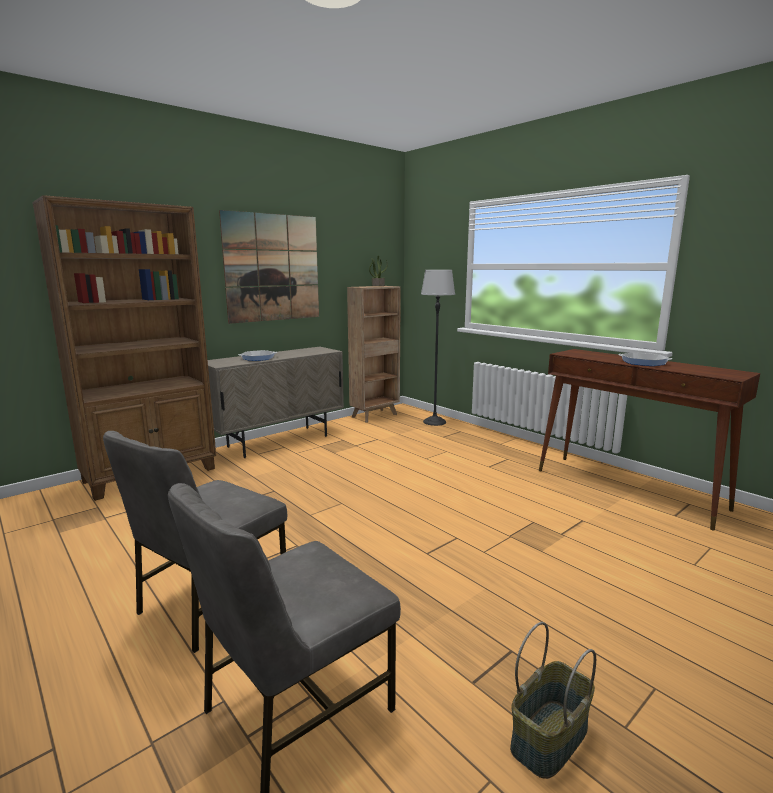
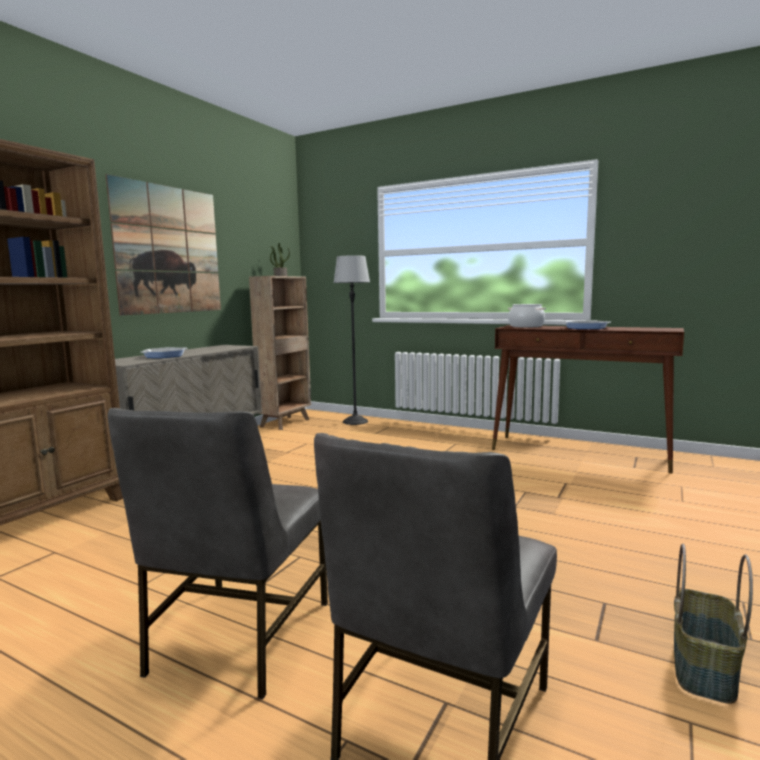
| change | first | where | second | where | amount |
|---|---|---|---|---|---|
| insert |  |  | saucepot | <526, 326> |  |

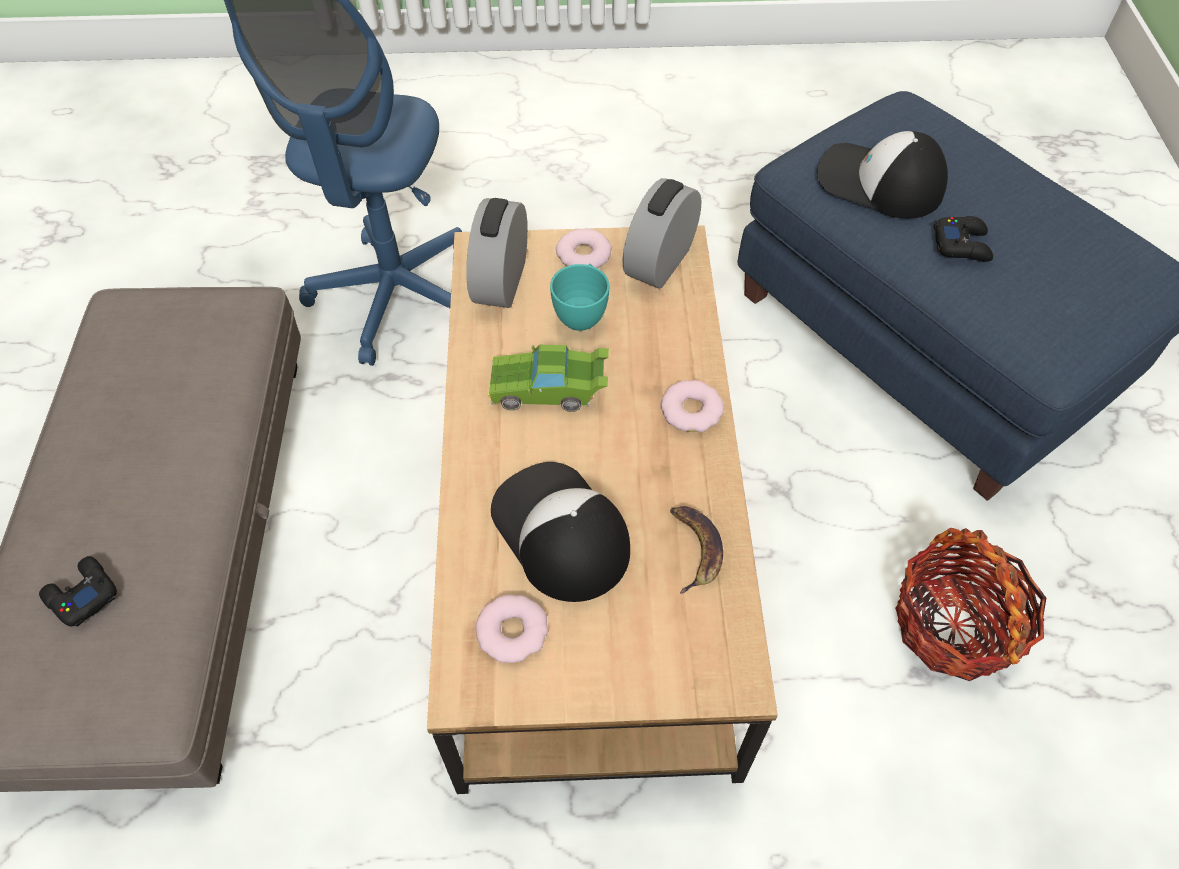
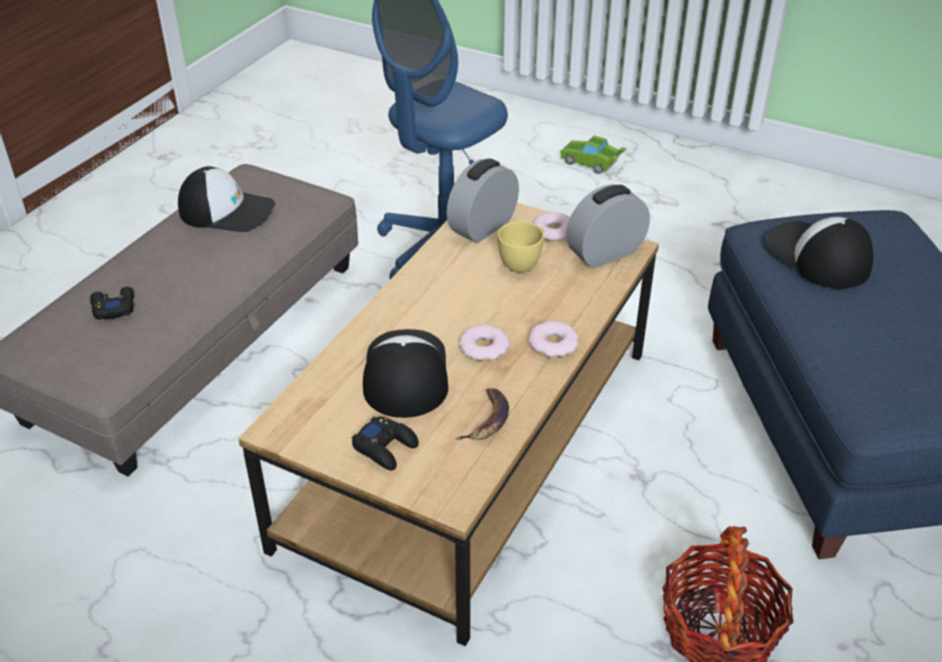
| change | first | where | second | where | amount |
|---|---|---|---|---|---|
| insert |  |  | baseball cap | <227, 211> |  |
| move | doughnut | <512, 631> |  | <484, 347> |  |
| move | miniature car/green | <549, 390> |  | <592, 164> |  |
| move | gamepad/black-coloured | <962, 244> |  | <386, 447> |  |
| recolor | drinking cup/turquoise | <582, 313> | drinking cup/yellowish | <523, 263> |  |

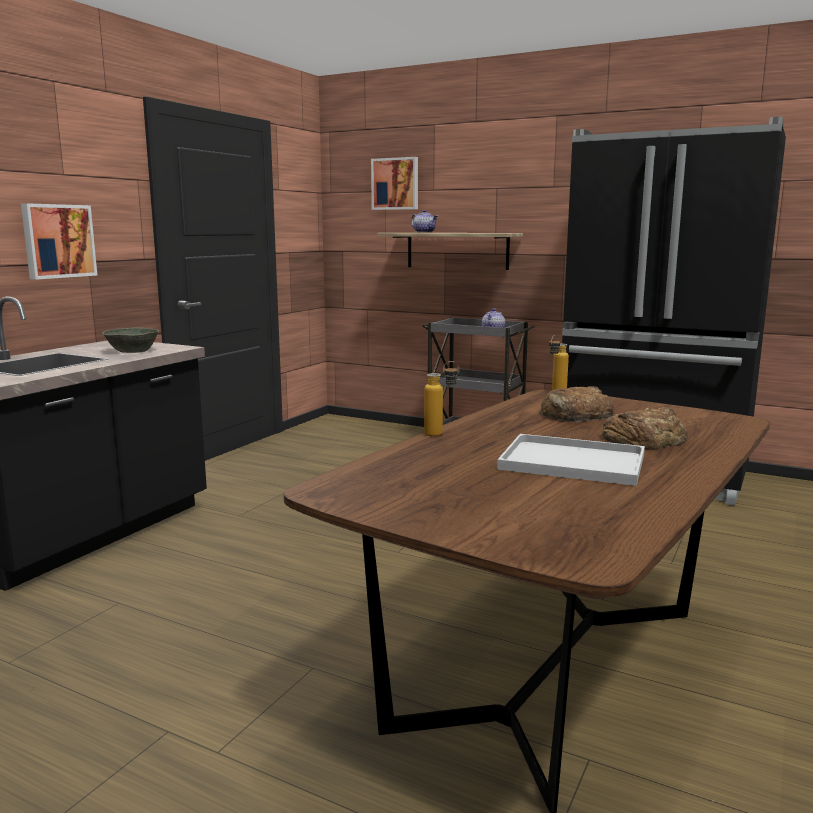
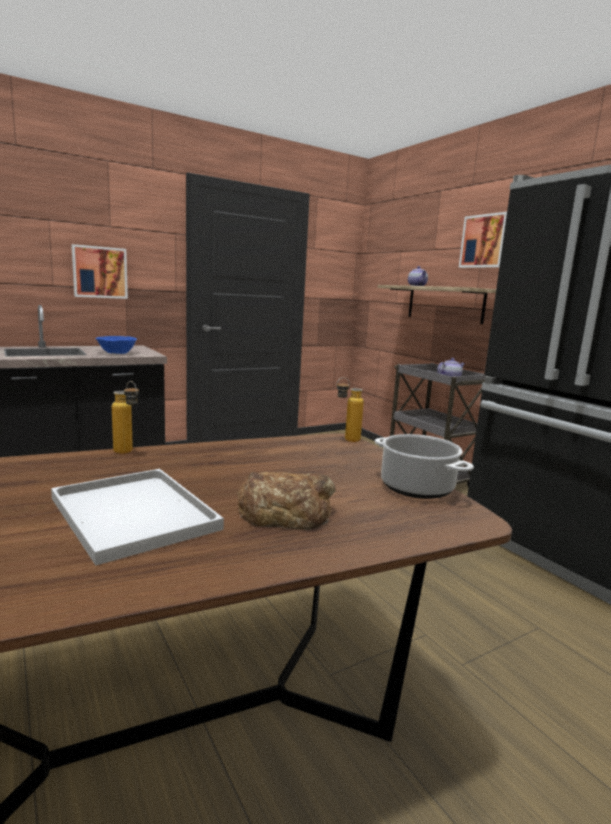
| change | first | where | second | where | amount |
|---|---|---|---|---|---|
| delete | bread | <575, 414> |  |  |  |
| insert |  |  | saucepot | <418, 488> |  |
| move | picture | <395, 184> |  | <485, 241> |  |
| recolor | deep dish/gray | <132, 351> | deep dish/blue-coloured | <116, 353> |  |

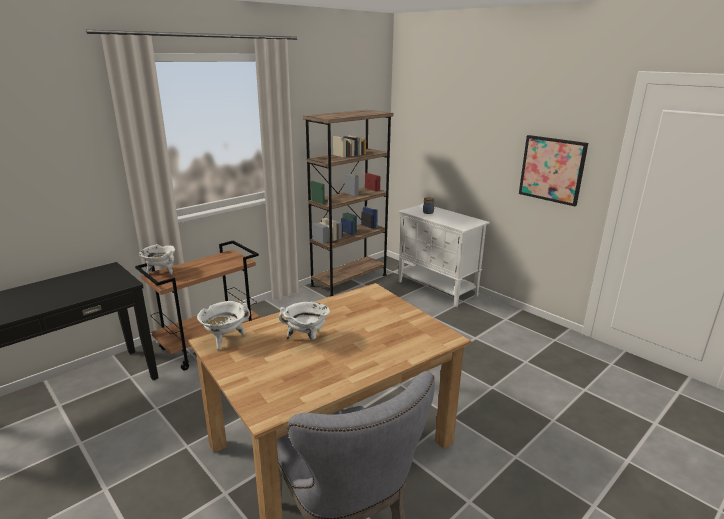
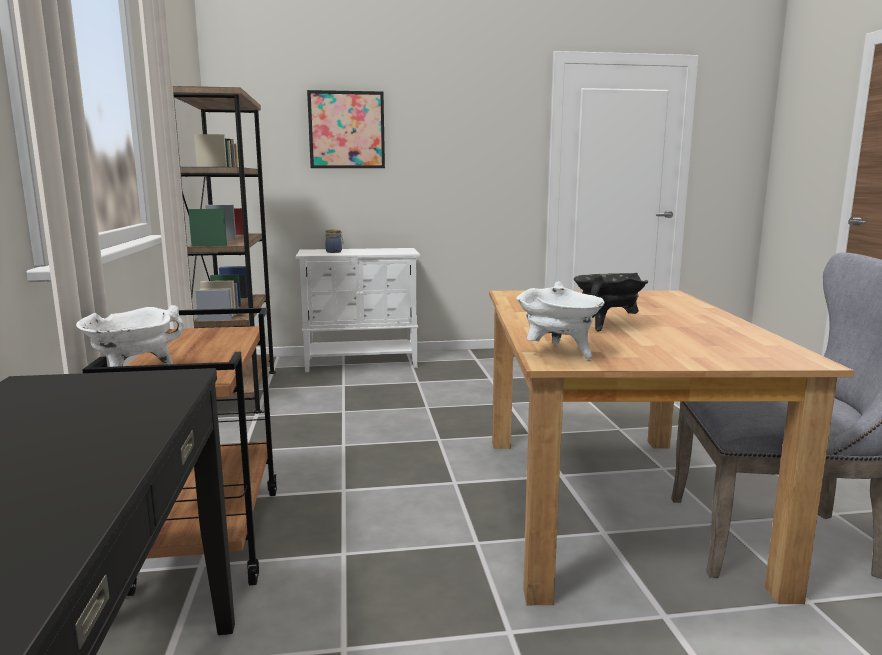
| change | first | where | second | where | amount |
|---|---|---|---|---|---|
| move | picture | <552, 169> |  | <346, 130> |  |
| recolor | saucepot/white-coloured | <306, 338> | saucepot/black-coloured | <606, 325> |  |

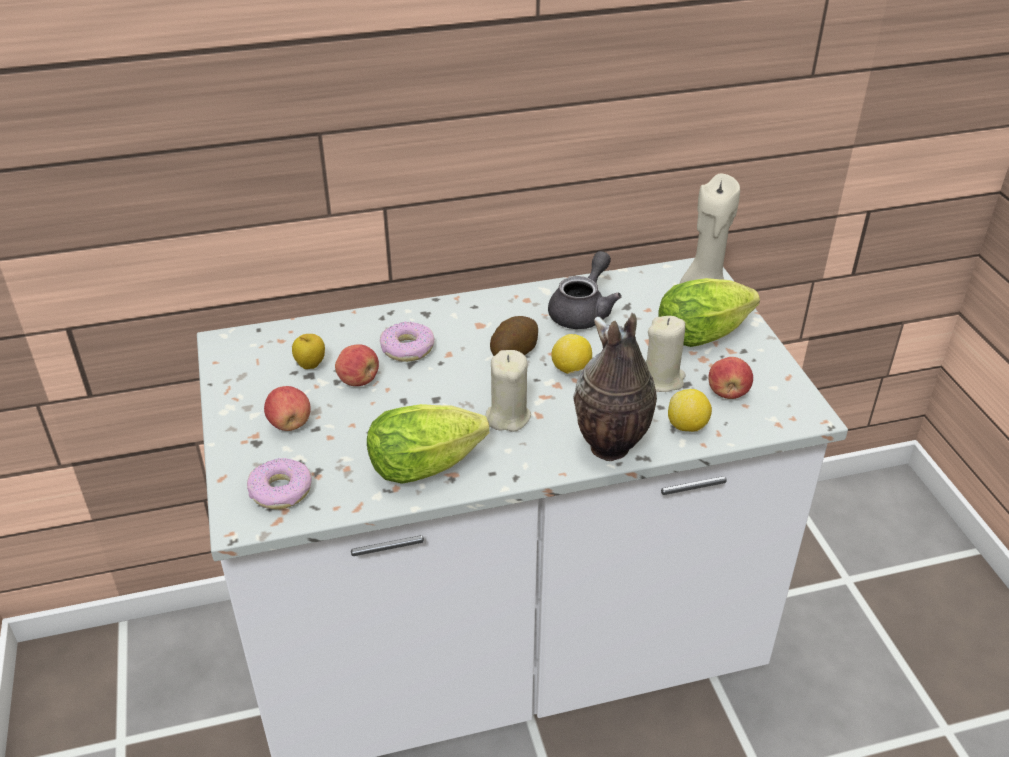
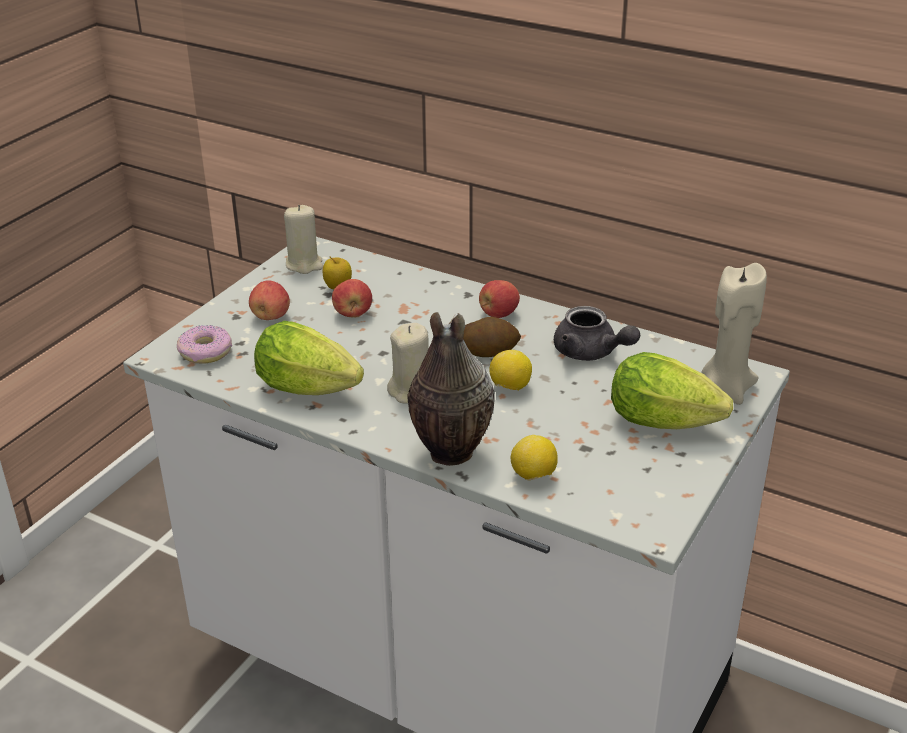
| change | first | where | second | where | amount |
|---|---|---|---|---|---|
| delete | doughnut | <407, 349> |  |  |  |
| move | candle/beige-coloured | <662, 379> |  | <304, 264> |  |
| move | apple fruit | <728, 393> |  | <498, 314> |  |
| rotate | pot for tea/gray | <583, 311> |  | <591, 353> | 60 degrees clockwise |

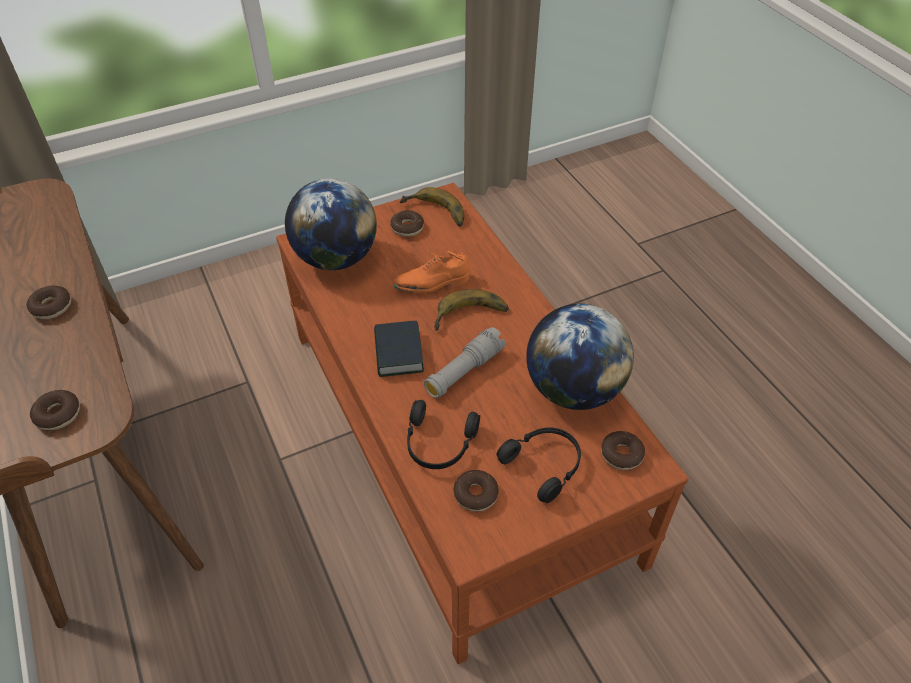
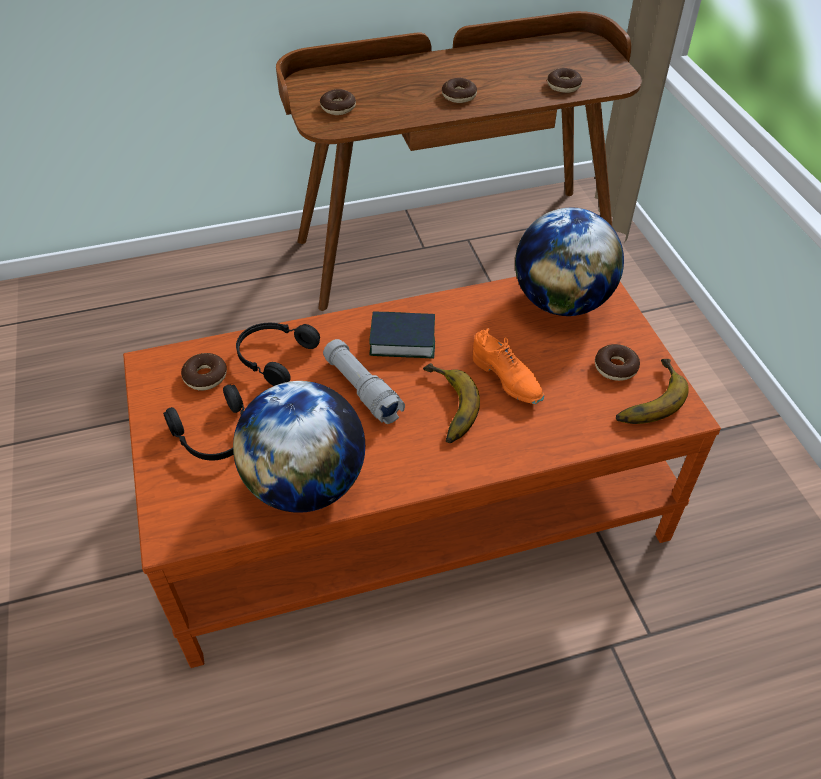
| change | first | where | second | where | amount |
|---|---|---|---|---|---|
| move | doughnut | <621, 454> |  | <563, 86> |  |
| rotate | item of footwear/orangey | <431, 284> |  | <507, 379> | 150 degrees clockwise |

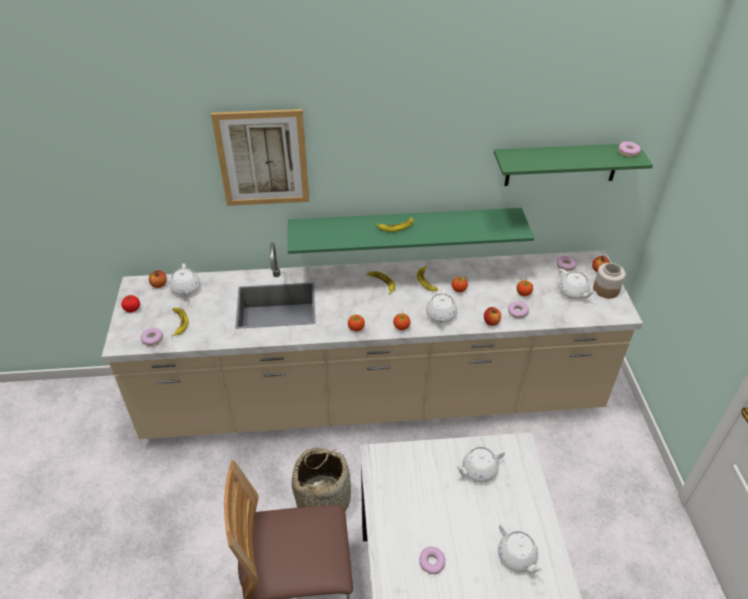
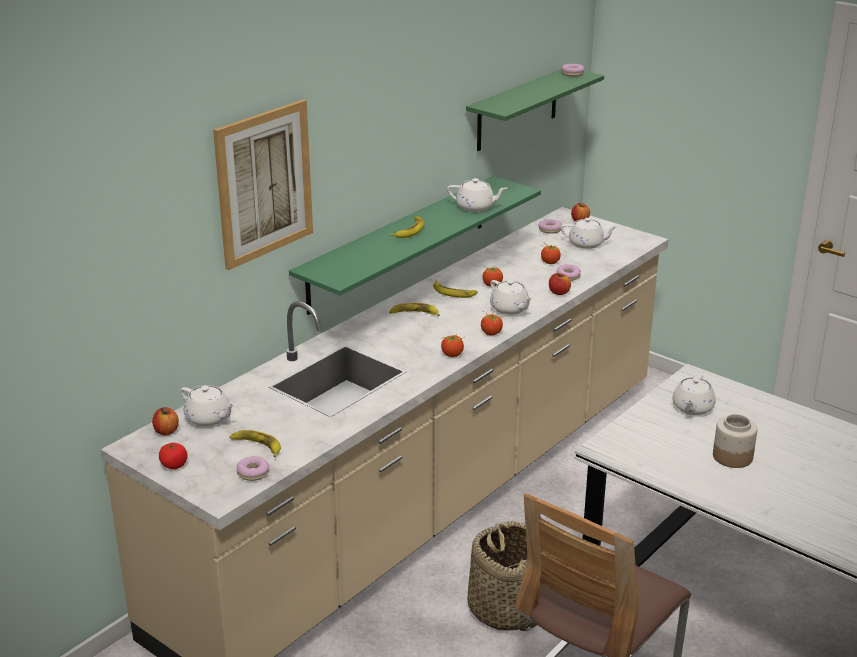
| change | first | where | second | where | amount |
|---|---|---|---|---|---|
| delete | doughnut | <431, 562> |  |  |  |
| move | pot for tea/white-coloured | <517, 557> |  | <476, 207> |  |
| move | storage jar | <605, 289> |  | <732, 457> |  |

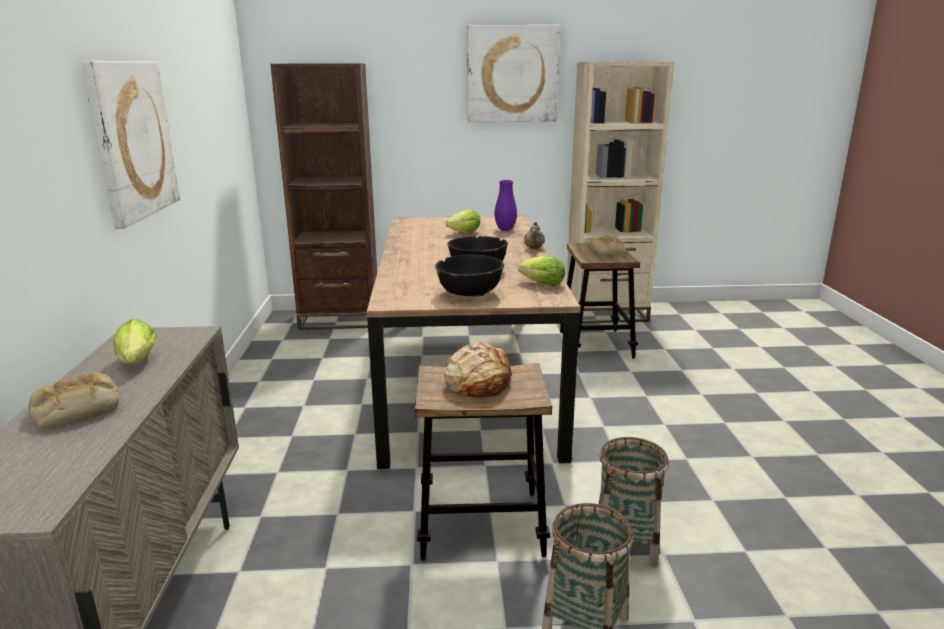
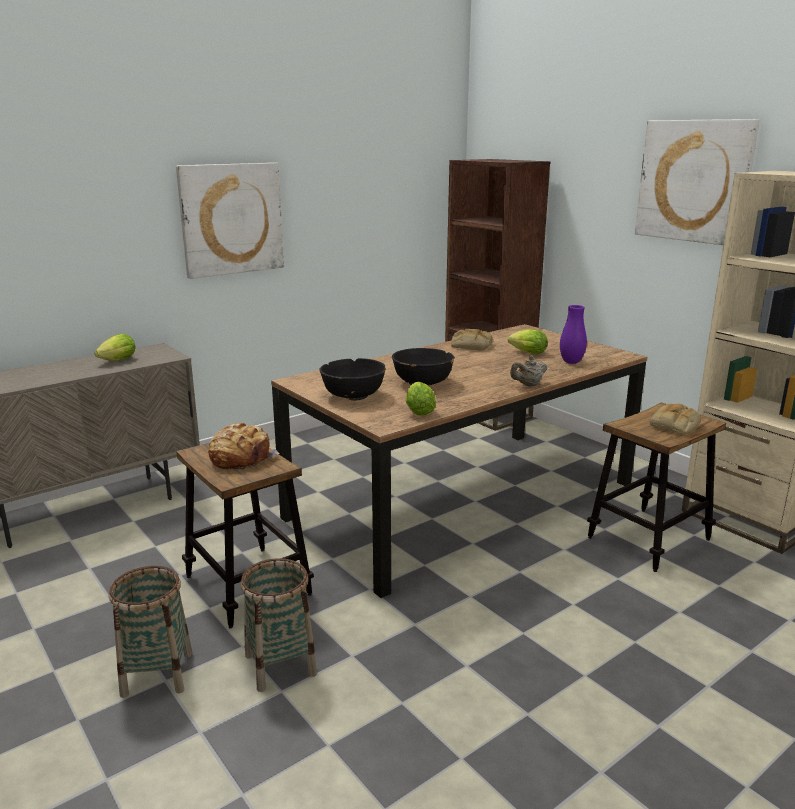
| change | first | where | second | where | amount |
|---|---|---|---|---|---|
| move | bread | <76, 410> |  | <470, 345> |  |

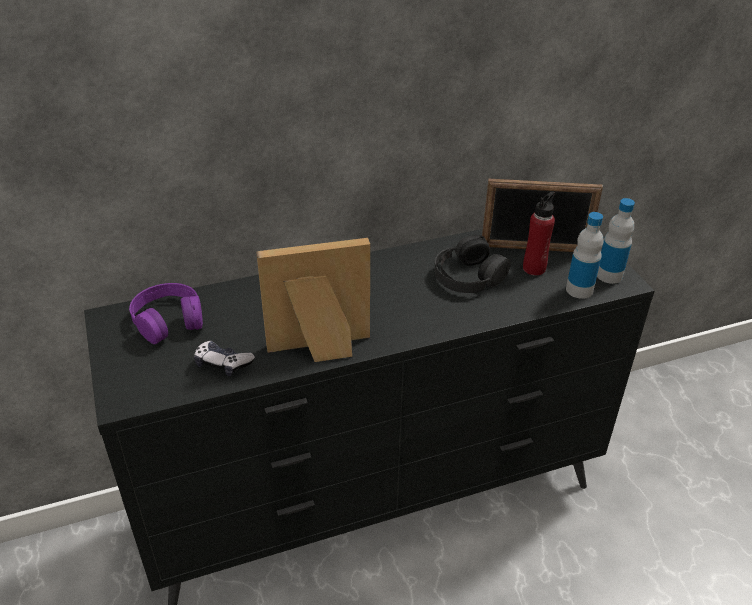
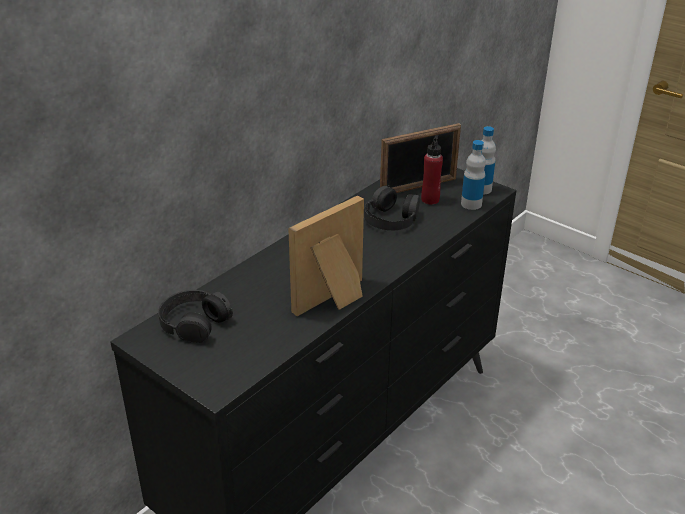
| change | first | where | second | where | amount |
|---|---|---|---|---|---|
| delete | gamepad | <223, 363> |  |  |  |
| recolor | headphones/purple | <168, 320> | headphones/black-coloured | <194, 322> |  |

